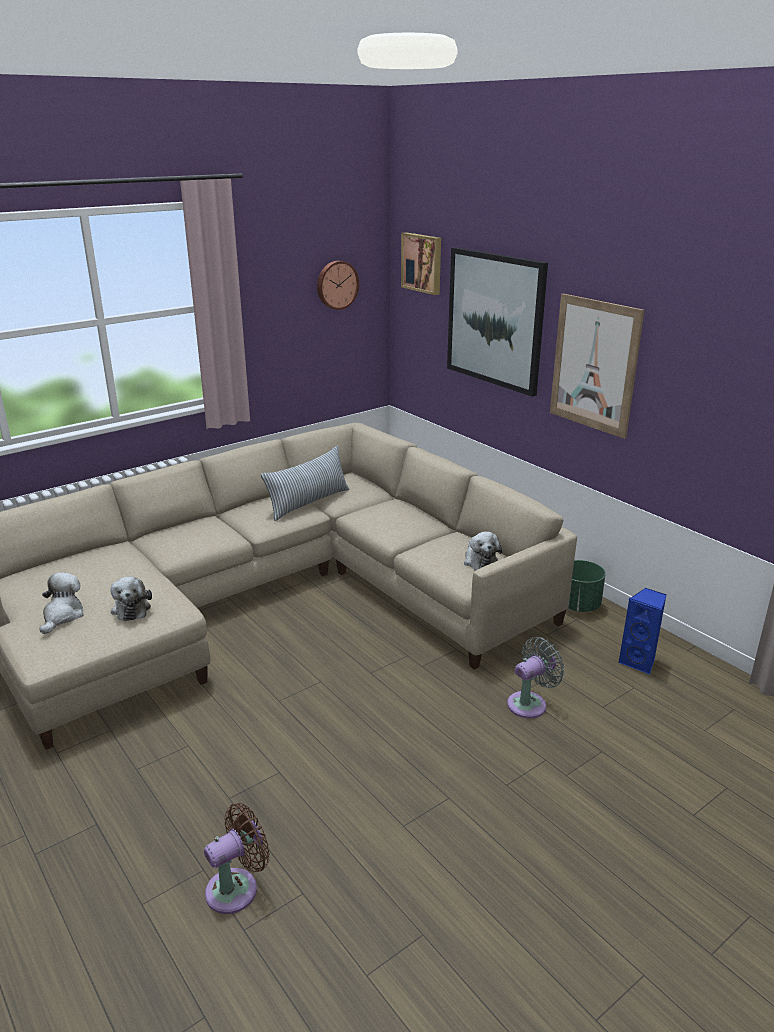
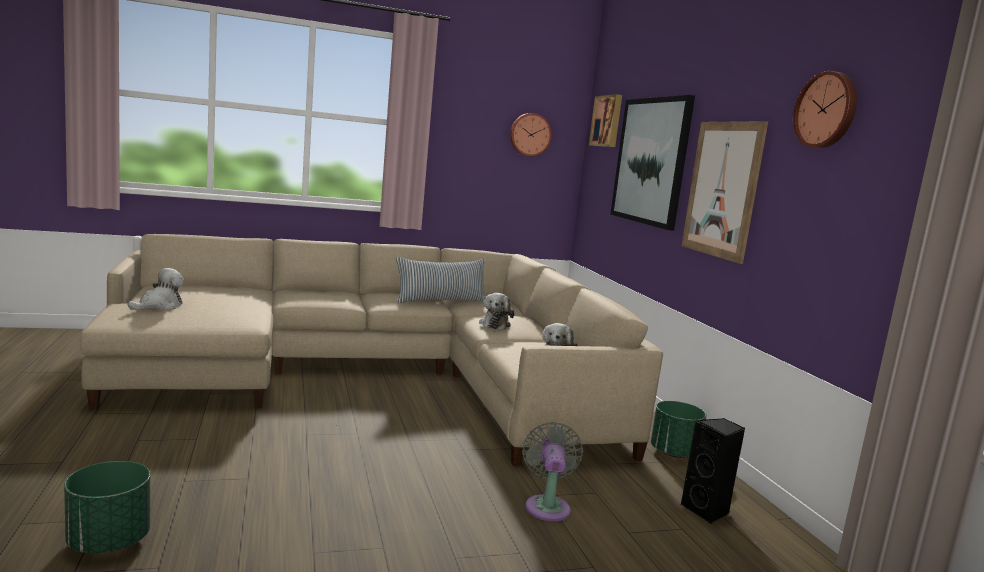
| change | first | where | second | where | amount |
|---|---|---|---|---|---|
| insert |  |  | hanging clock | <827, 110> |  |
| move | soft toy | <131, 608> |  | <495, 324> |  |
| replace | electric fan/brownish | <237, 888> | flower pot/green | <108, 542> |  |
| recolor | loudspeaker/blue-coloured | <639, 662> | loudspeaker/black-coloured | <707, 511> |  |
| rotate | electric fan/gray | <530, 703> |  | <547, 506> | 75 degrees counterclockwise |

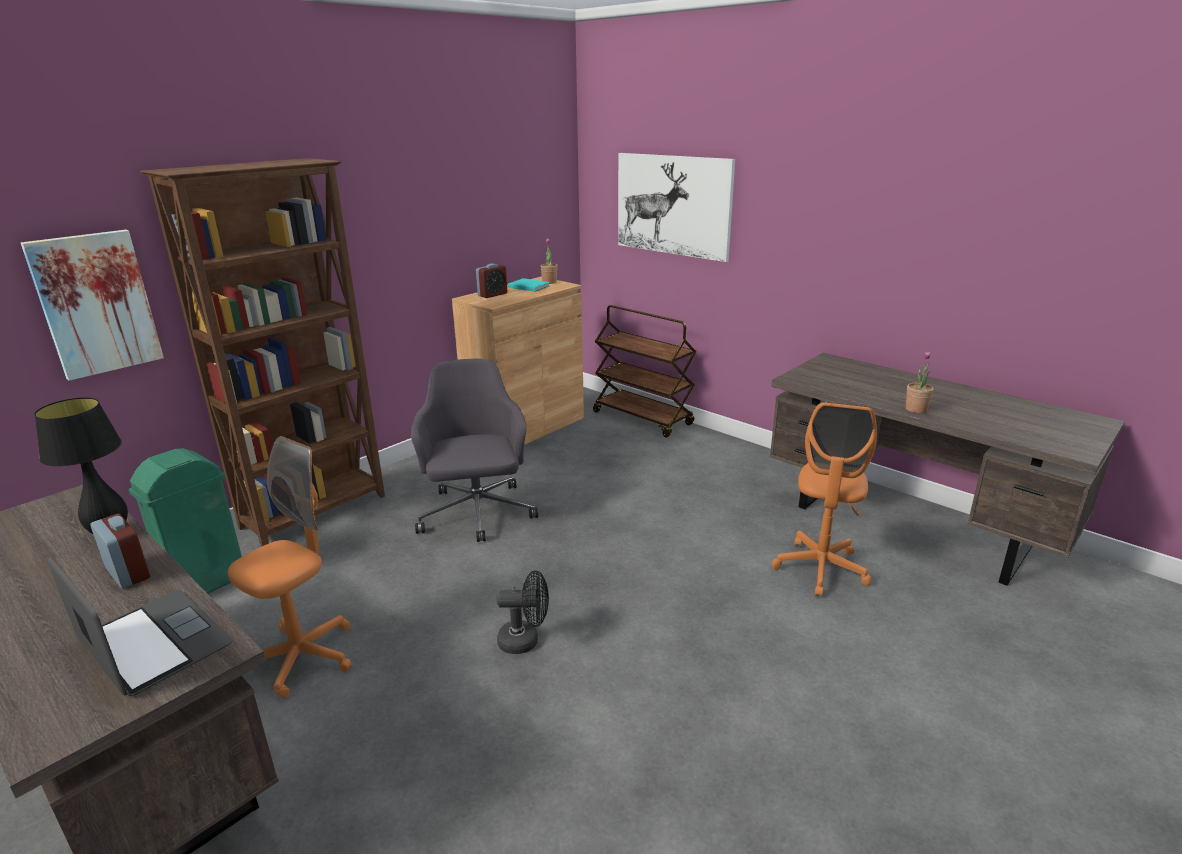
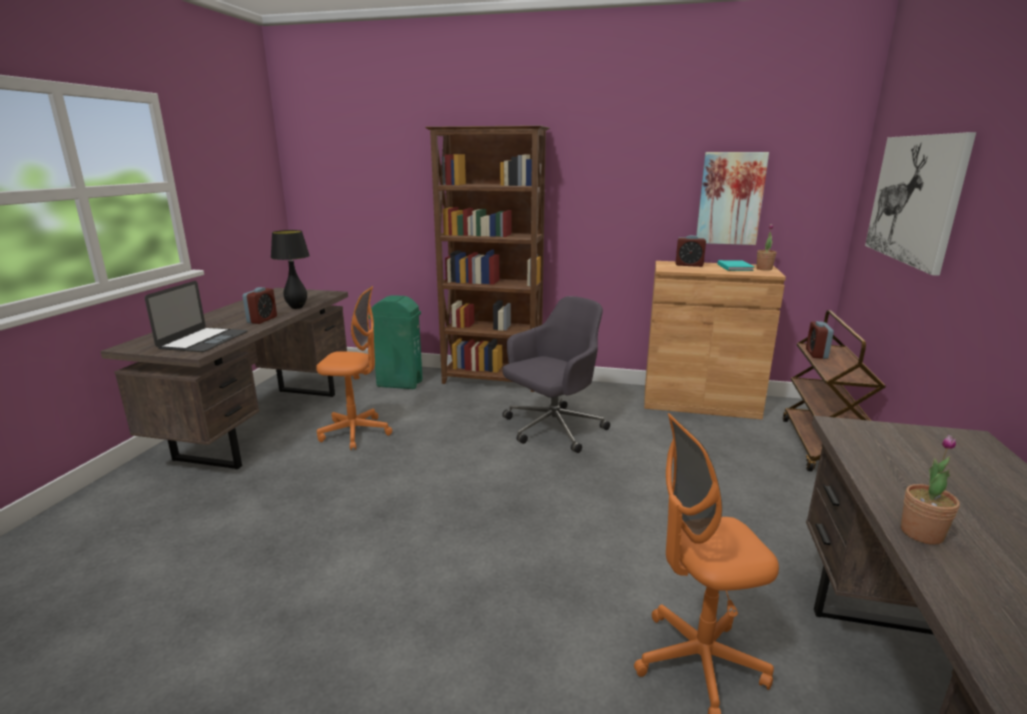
| change | first | where | second | where | amount |
|---|---|---|---|---|---|
| delete | electric fan/black-coloured | <525, 640> |  |  |  |
| insert |  |  | table clock | <816, 354> |  |
| move | picture | <96, 304> |  | <730, 198> |  |

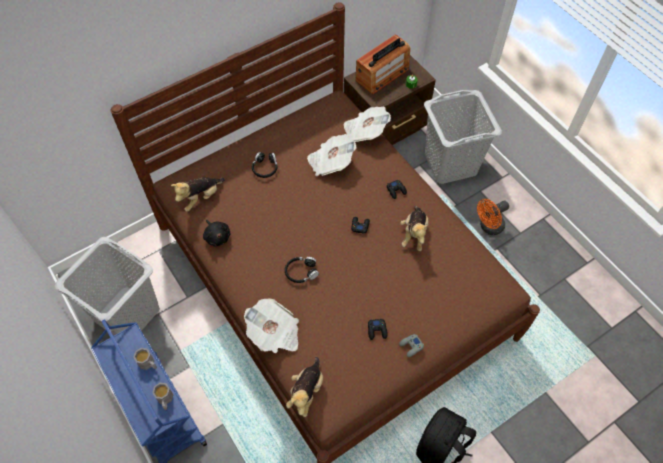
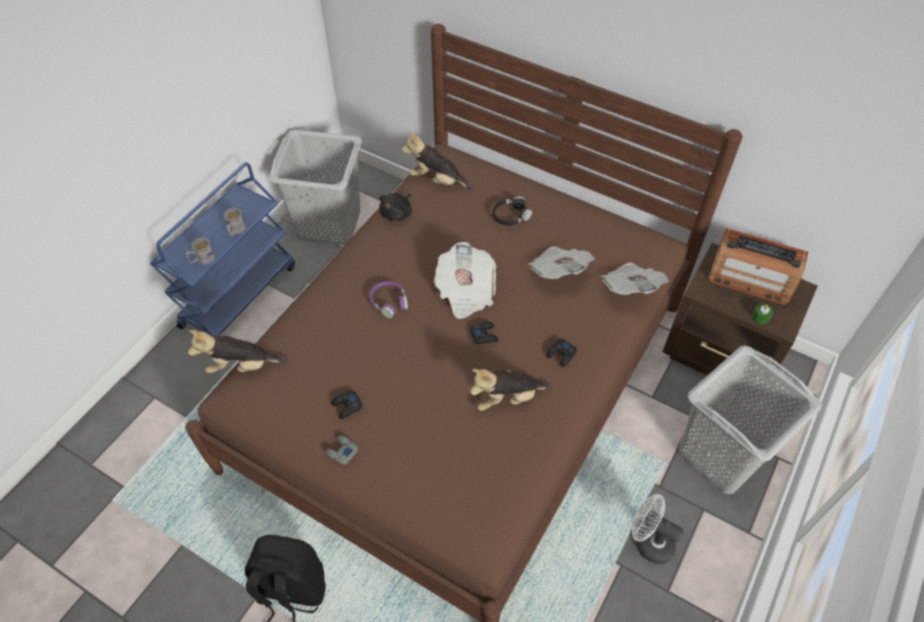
| change | first | where | second | where | amount |
|---|---|---|---|---|---|
| move | daily paper | <274, 333> |  | <465, 292> |  |
| recolor | headphones/black-coloured | <301, 272> | headphones/purple | <389, 302> |  |
| recolor | electric fan/orangey | <488, 227> | electric fan/white-coloured | <649, 542> |  |

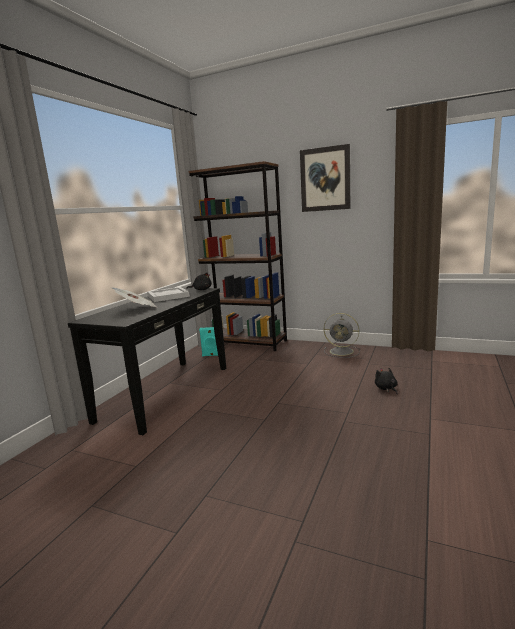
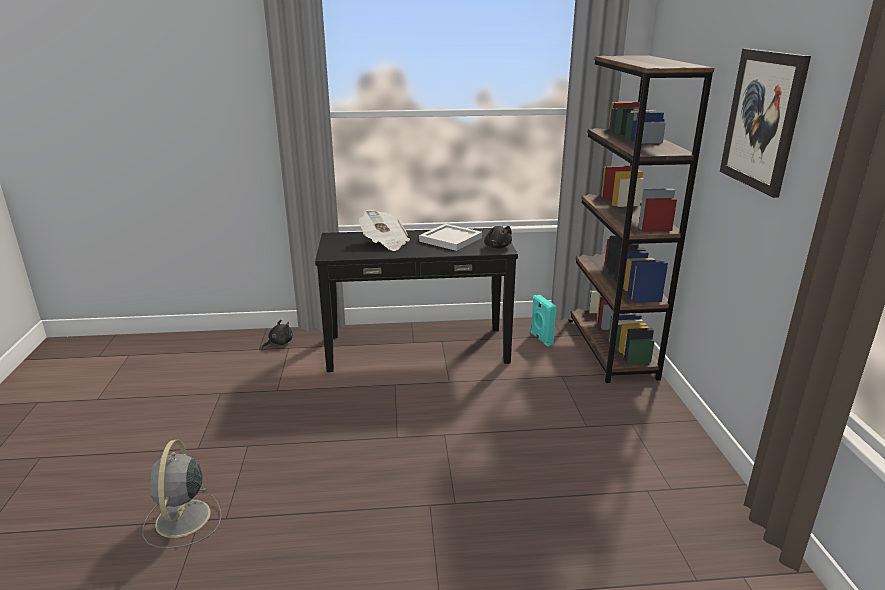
| change | first | where | second | where | amount |
|---|---|---|---|---|---|
| move | electric fan/gray | <342, 351> |  | <182, 520> |  |
| move | soft toy/black-coloured | <386, 388> |  | <279, 343> |  |

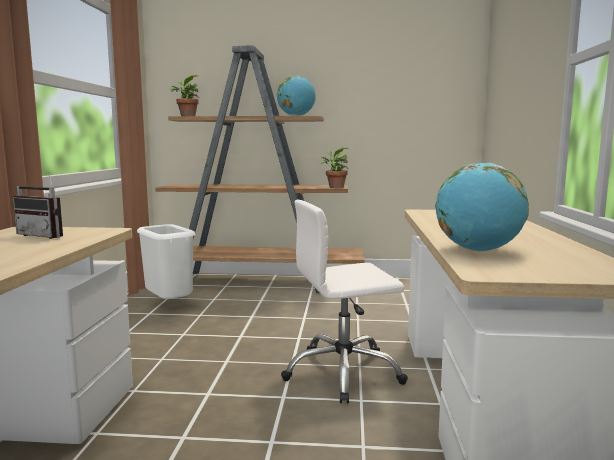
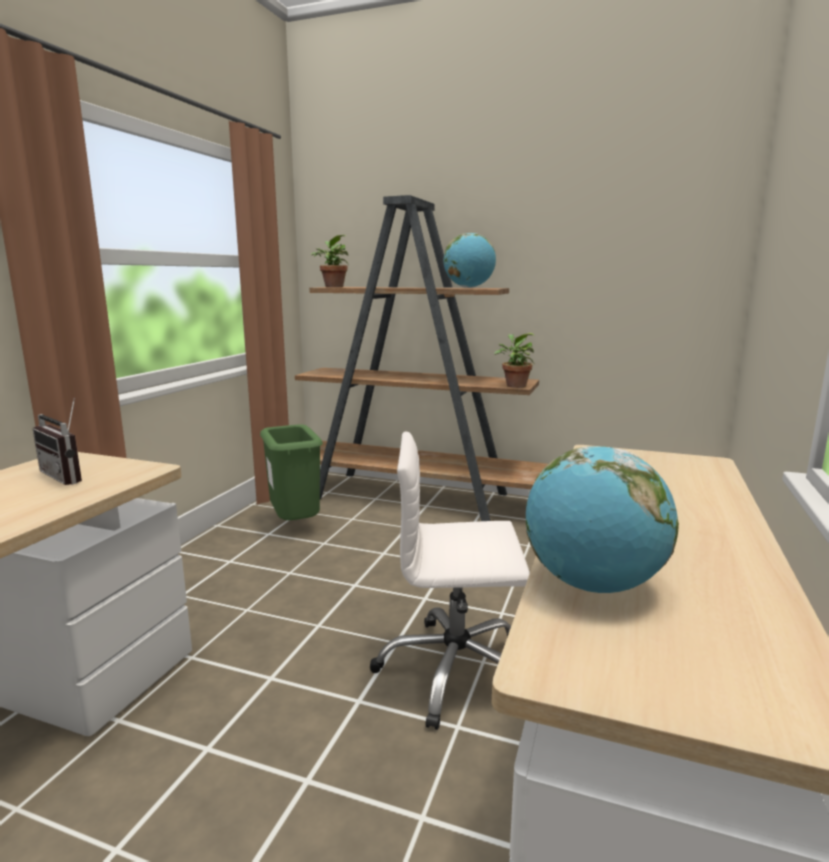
| change | first | where | second | where | amount |
|---|---|---|---|---|---|
| recolor | waste bin/white-coloured | <170, 306> | waste bin/green | <296, 526> |  |

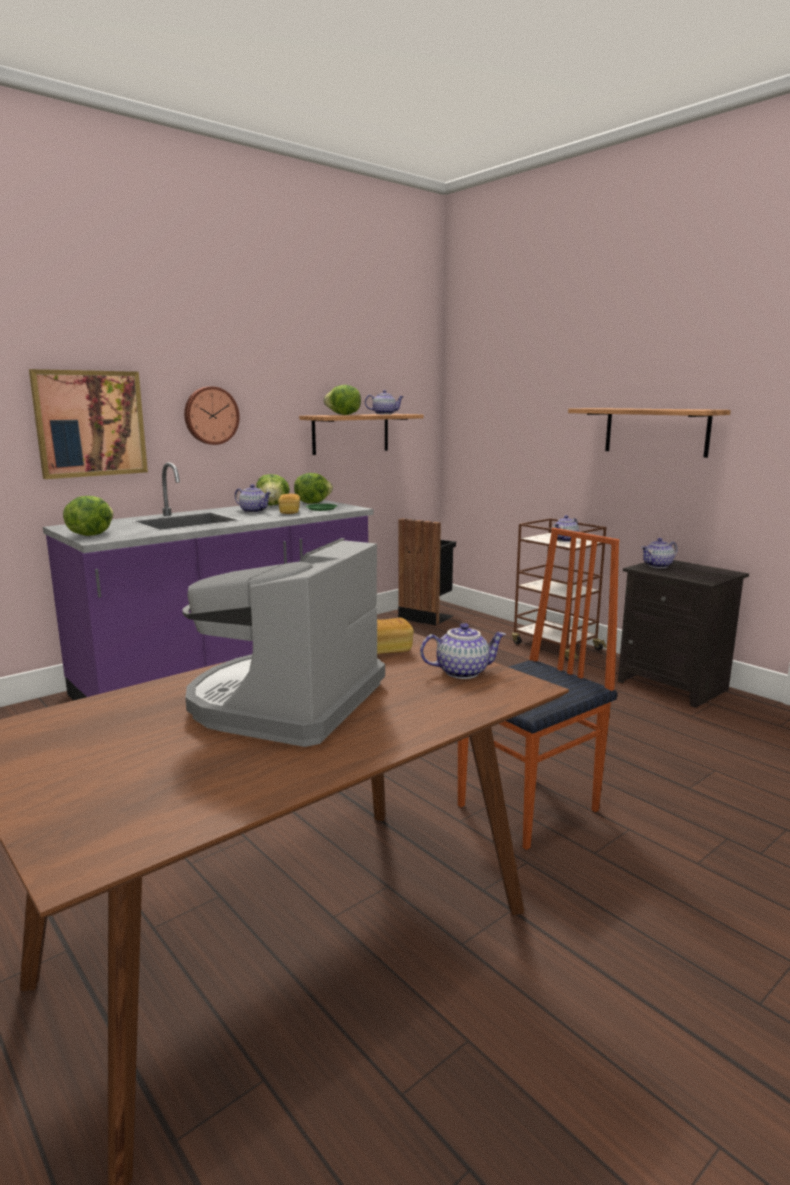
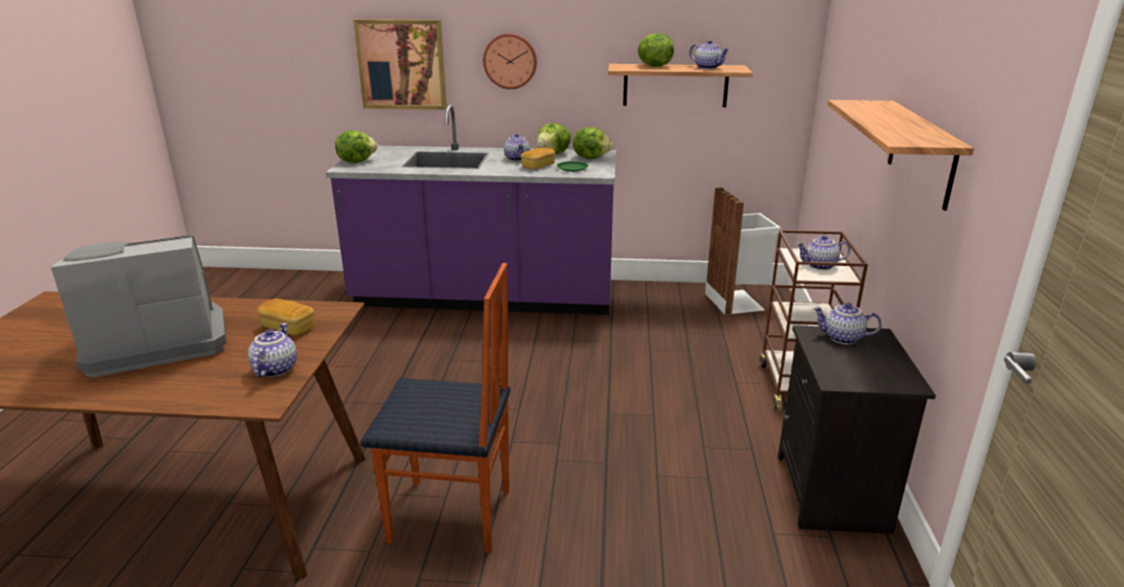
| change | first | where | second | where | amount |
|---|---|---|---|---|---|
| recolor | waste bin/black-coloured | <427, 616> | waste bin/white-coloured | <736, 301> |  |
| rotate | pot for tea | <462, 672> |  | <274, 369> | 120 degrees counterclockwise |

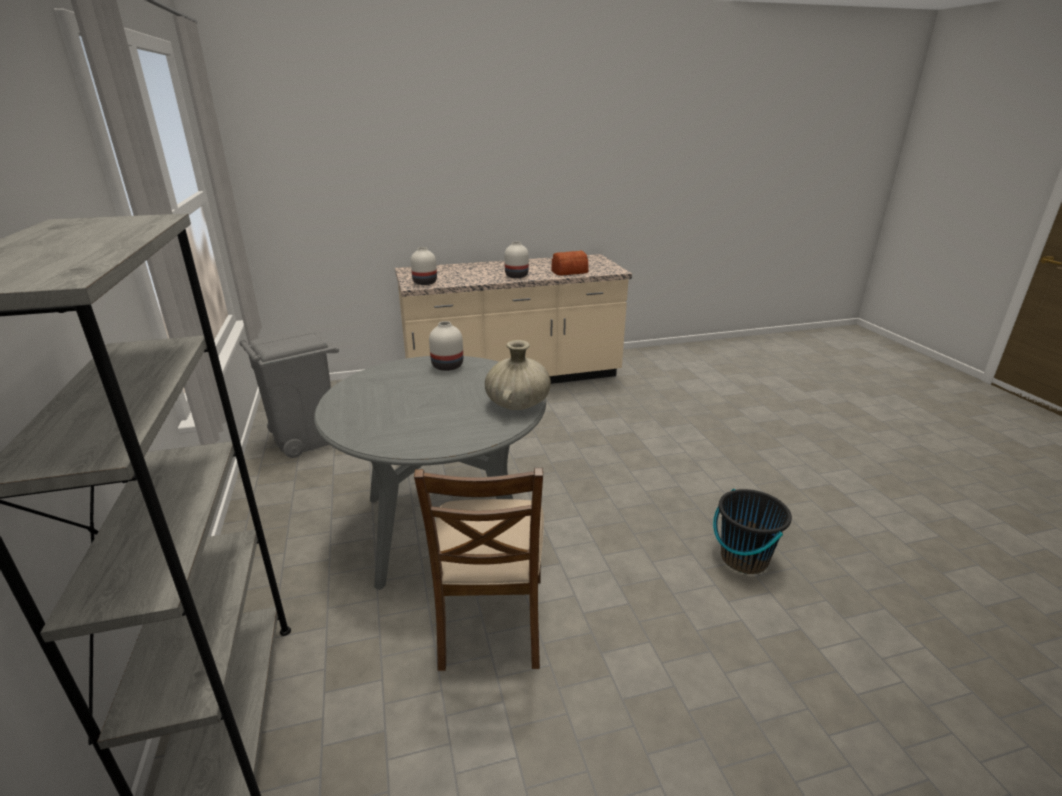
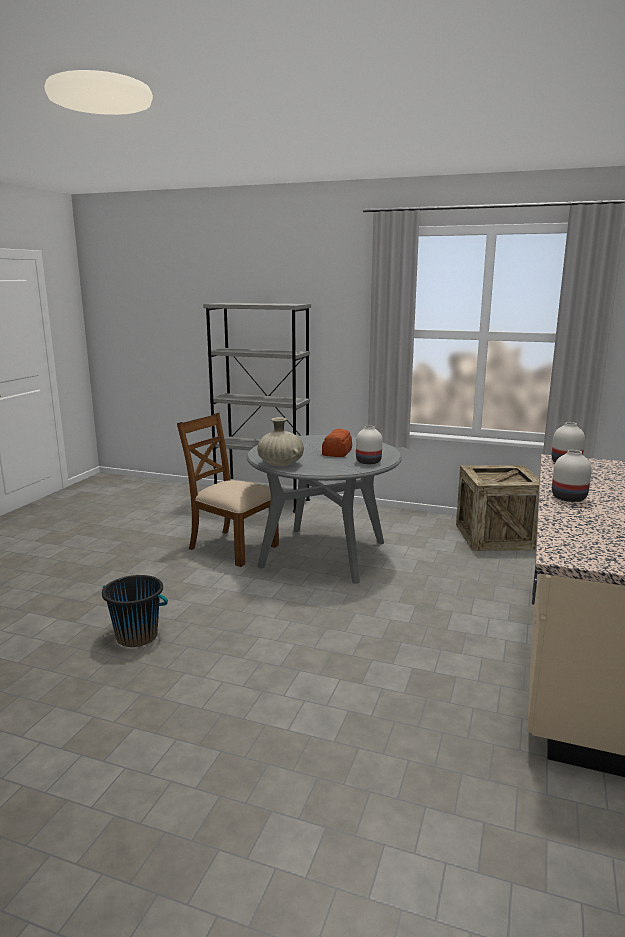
| change | first | where | second | where | amount |
|---|---|---|---|---|---|
| move | bread | <568, 272> |  | <338, 452> |  |
| replace | waste bin/gray | <306, 438> | packing crate | <496, 537> |  |

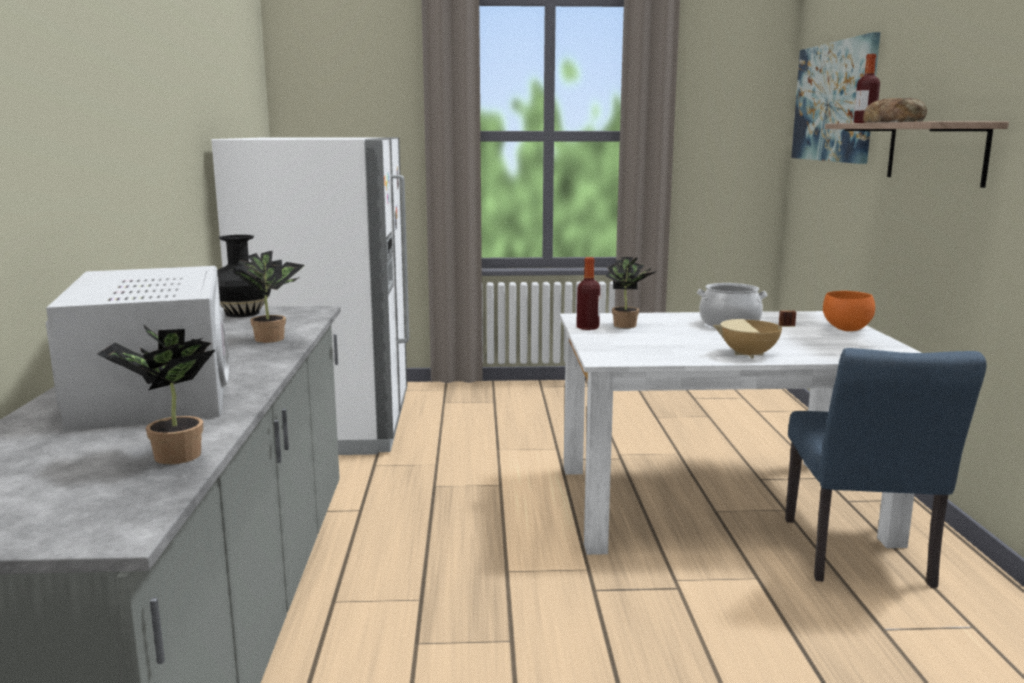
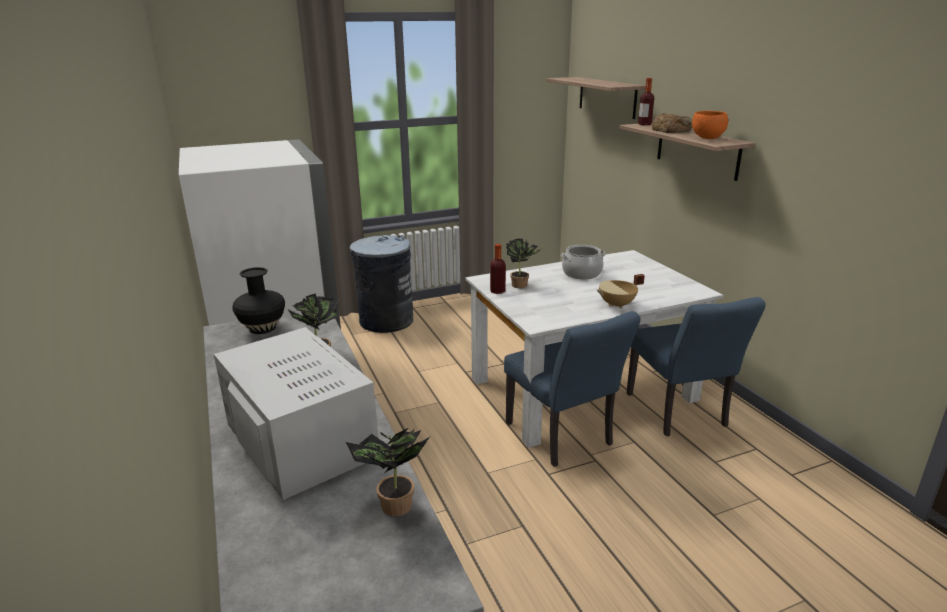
| change | first | where | second | where | amount |
|---|---|---|---|---|---|
| insert |  |  | waste bin/gray | <385, 321> |  |
| insert |  |  | upright chair/blue-coloured | <563, 438> |  |
| move | deep dish/orangey | <846, 329> |  | <708, 138> |  |
| replace | picture | <834, 102> | bracket shelf | <607, 97> |  |

